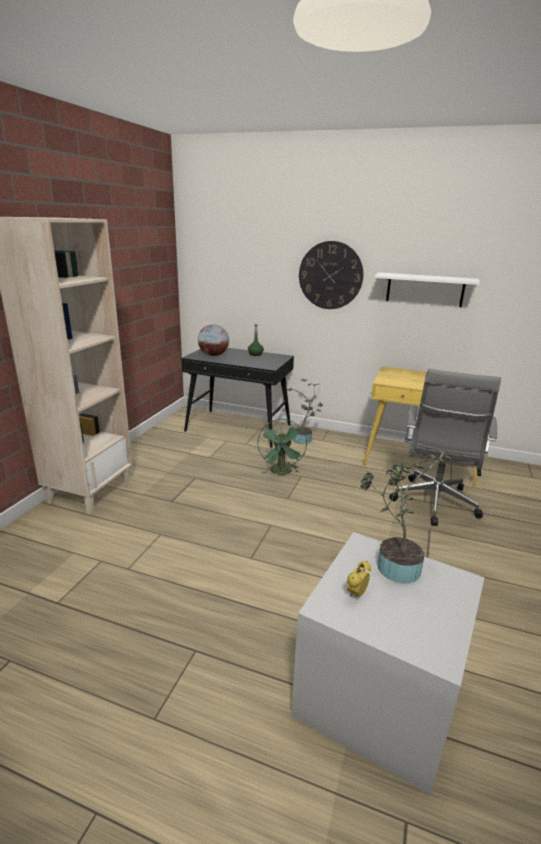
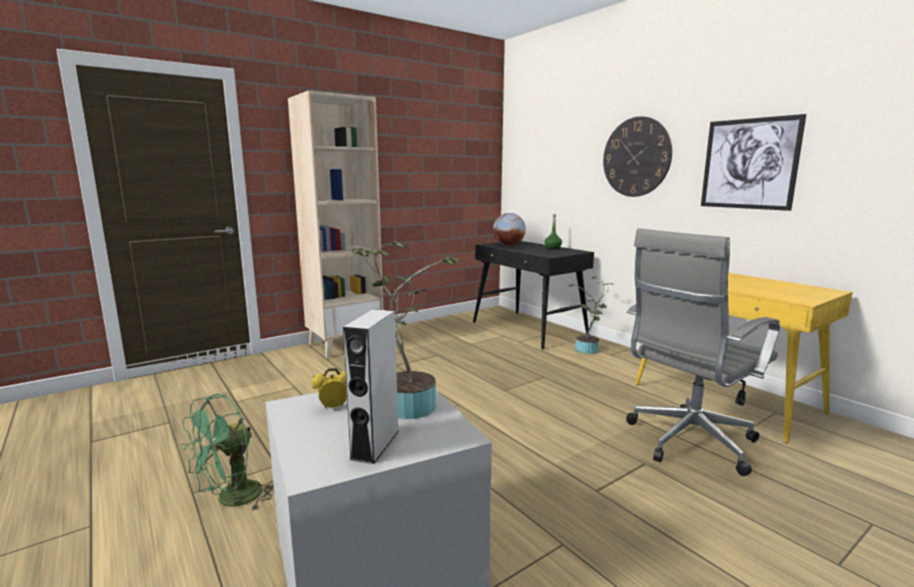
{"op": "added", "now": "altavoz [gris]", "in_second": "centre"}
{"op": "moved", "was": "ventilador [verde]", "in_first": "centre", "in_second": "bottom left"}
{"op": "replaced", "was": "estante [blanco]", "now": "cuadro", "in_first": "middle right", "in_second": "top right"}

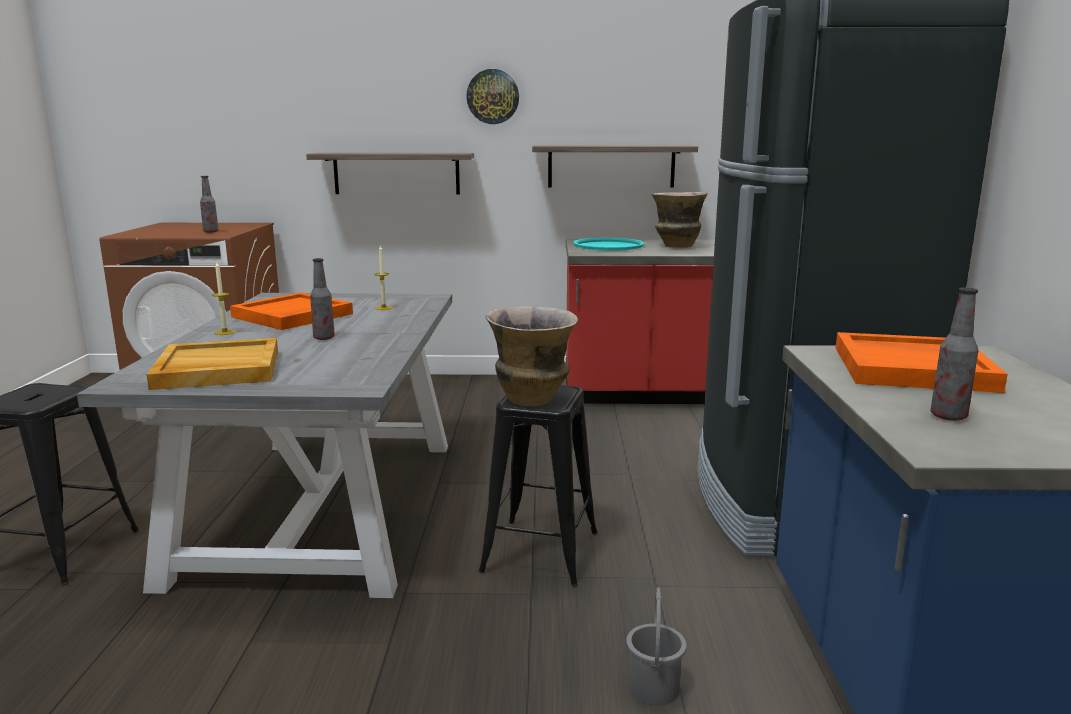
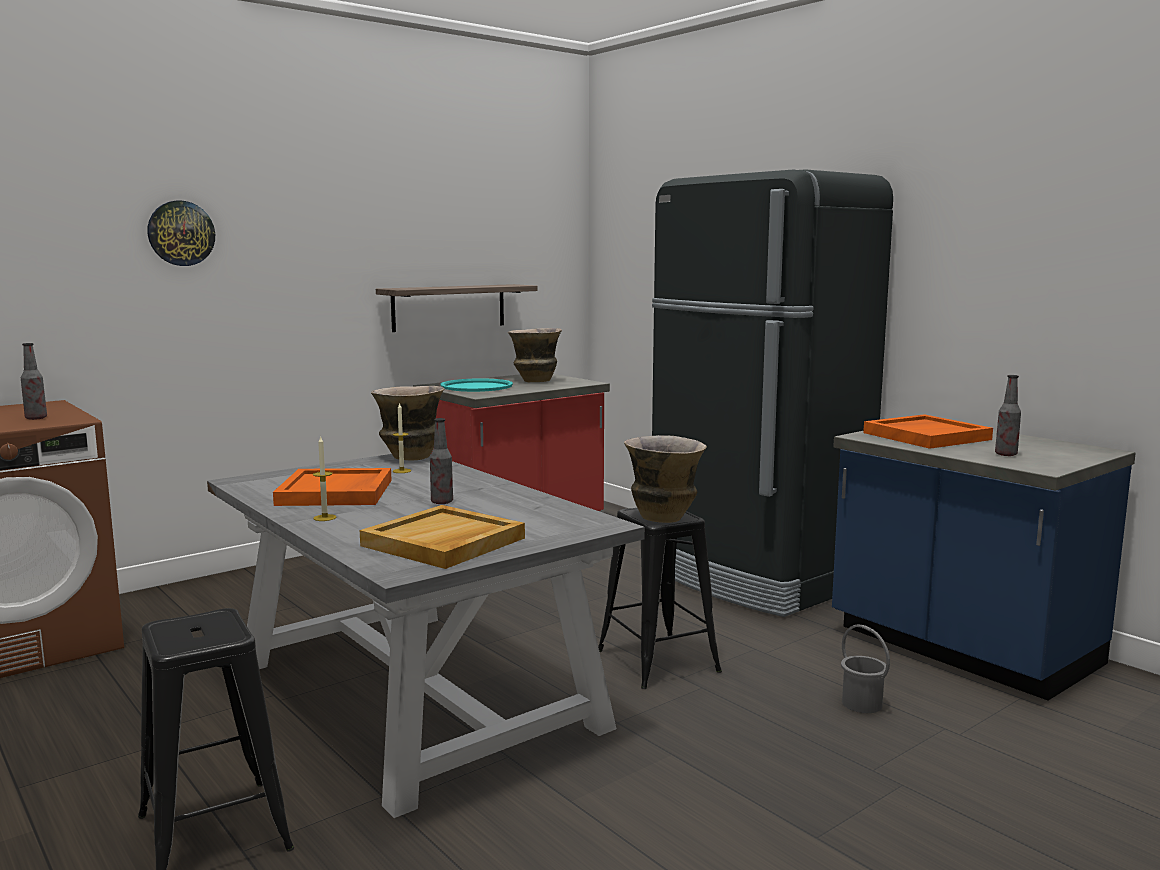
{"op": "removed", "was": "estante (1st from left)", "in_first": "top centre"}
{"op": "added", "now": "florero (1st from left)", "in_second": "centre"}
{"op": "moved", "was": "reloj de pared", "in_first": "top centre", "in_second": "top left"}

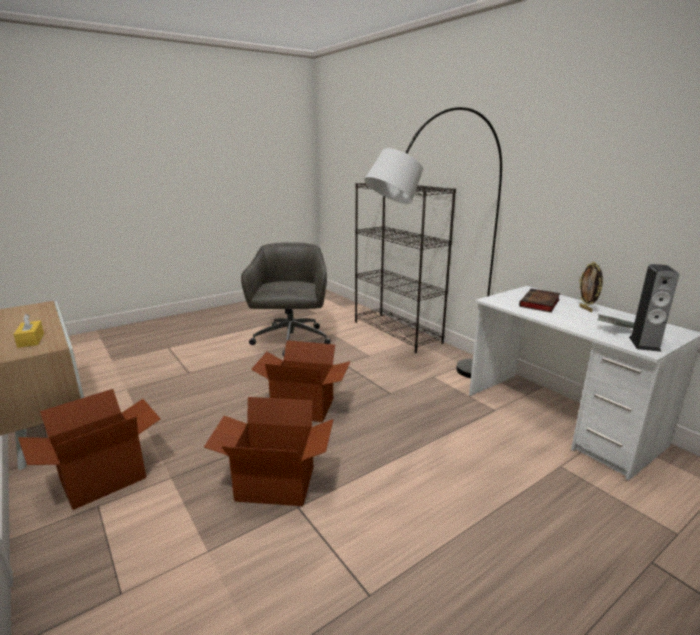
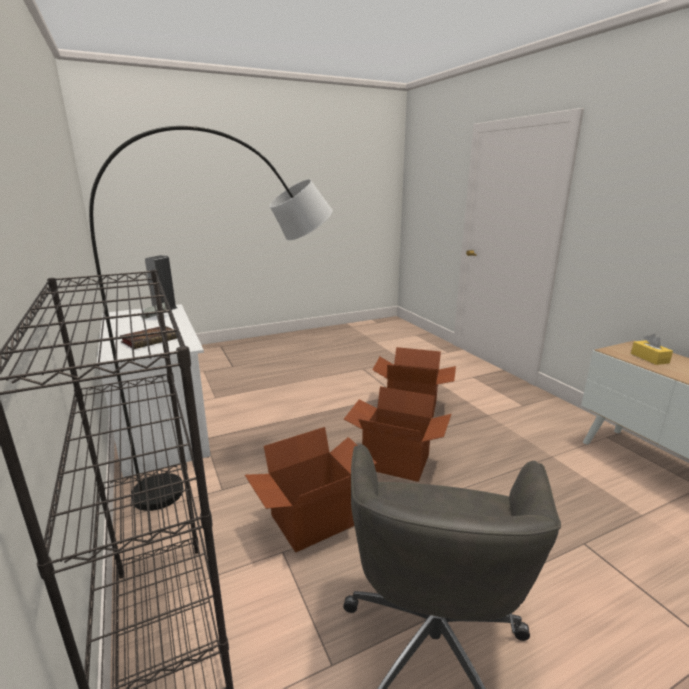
{"op": "removed", "was": "portarretratos", "in_first": "middle right"}
{"op": "moved", "was": "caja de cartón (1st from left)", "in_first": "bottom left", "in_second": "bottom centre"}

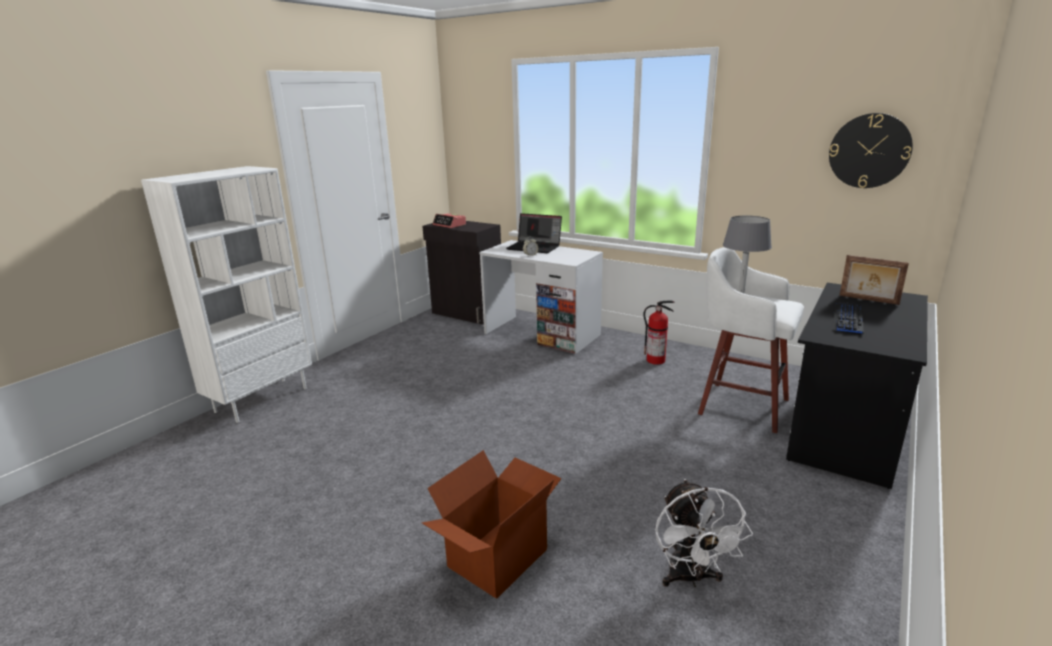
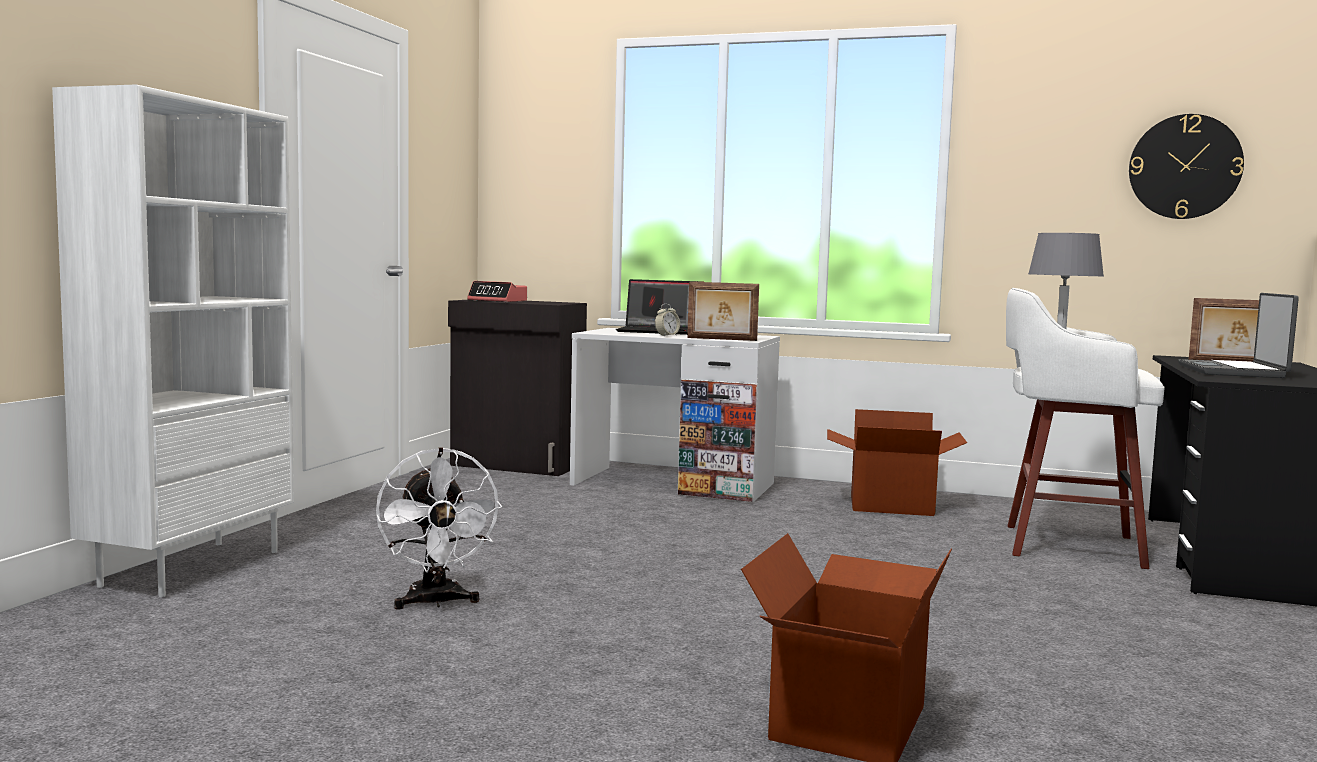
{"op": "added", "now": "portarretratos (1st from left)", "in_second": "centre"}
{"op": "moved", "was": "ventilador [blanco]", "in_first": "bottom right", "in_second": "bottom centre"}
{"op": "replaced", "was": "extintor", "now": "caja de cartón (2nd from left)", "in_first": "centre", "in_second": "middle right"}
{"op": "replaced", "was": "teclado", "now": "portátil (2nd from left)", "in_first": "middle right", "in_second": "middle right"}

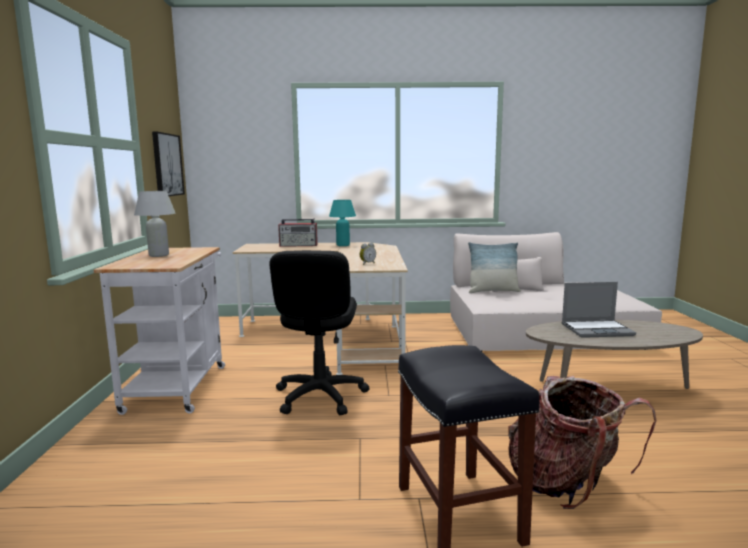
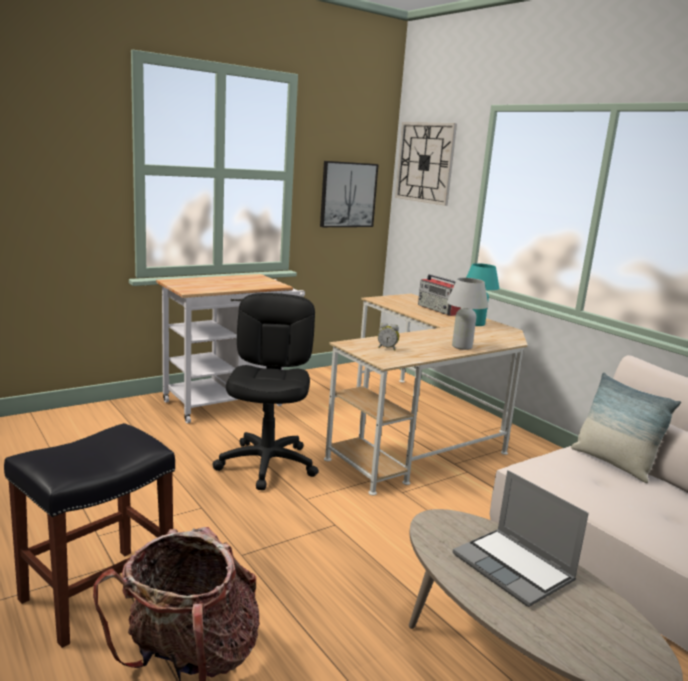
{"op": "added", "now": "reloj de pared", "in_second": "top centre"}
{"op": "moved", "was": "lámpara de mesa [blanco]", "in_first": "middle left", "in_second": "middle right"}
{"op": "turned", "was": "silla de oficina [negro]", "in_first": "centre", "in_second": "centre", "clockwise": 120}

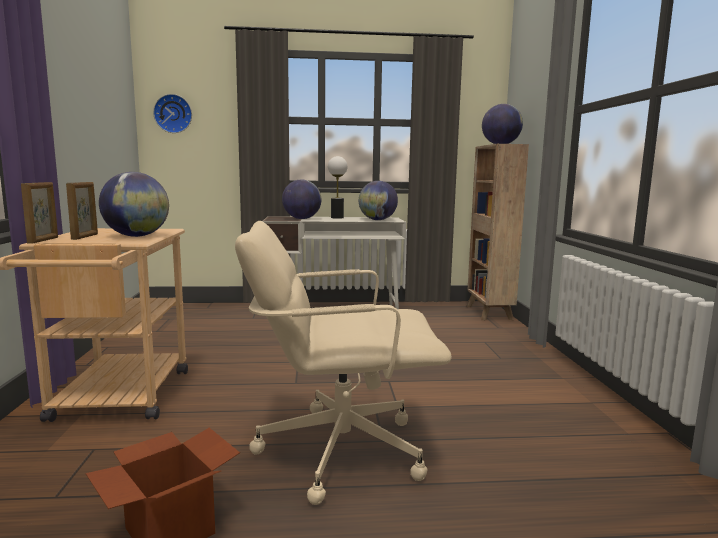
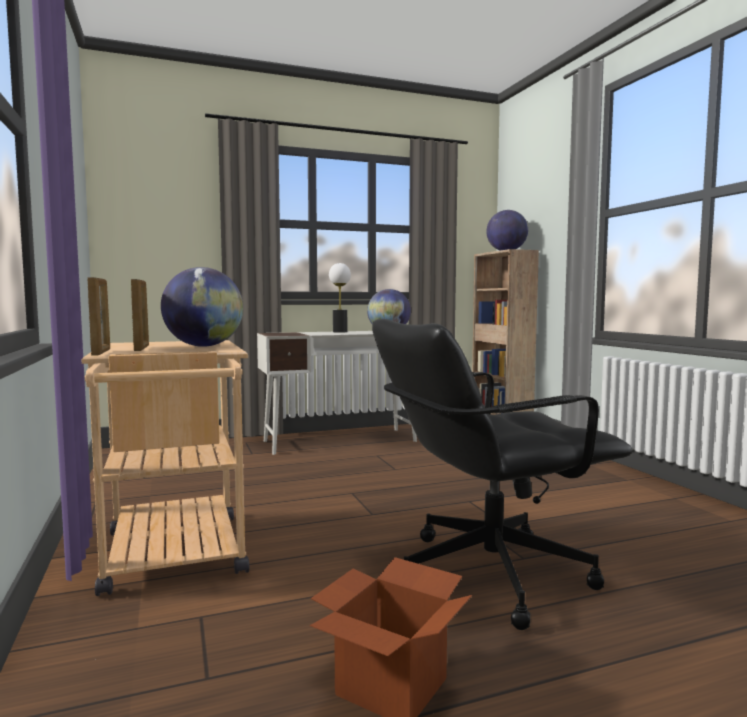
{"op": "removed", "was": "reloj de pared", "in_first": "top left"}
{"op": "removed", "was": "globo terráqueo (2nd from left)", "in_first": "centre"}
{"op": "recoloured", "was": "silla de oficina [beis]", "now": "silla de oficina [negro]", "in_first": "bottom centre", "in_second": "middle right"}

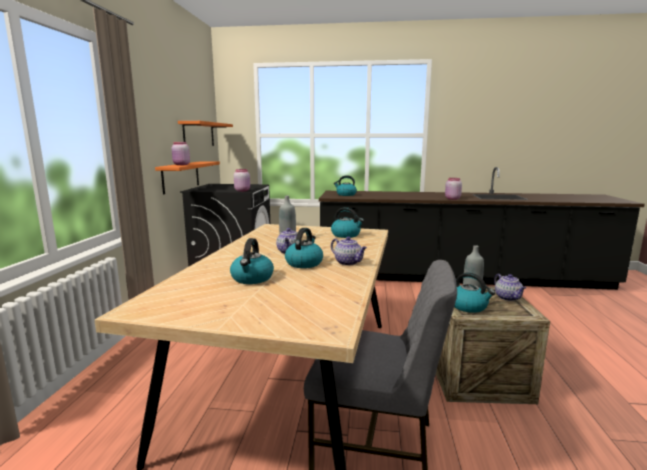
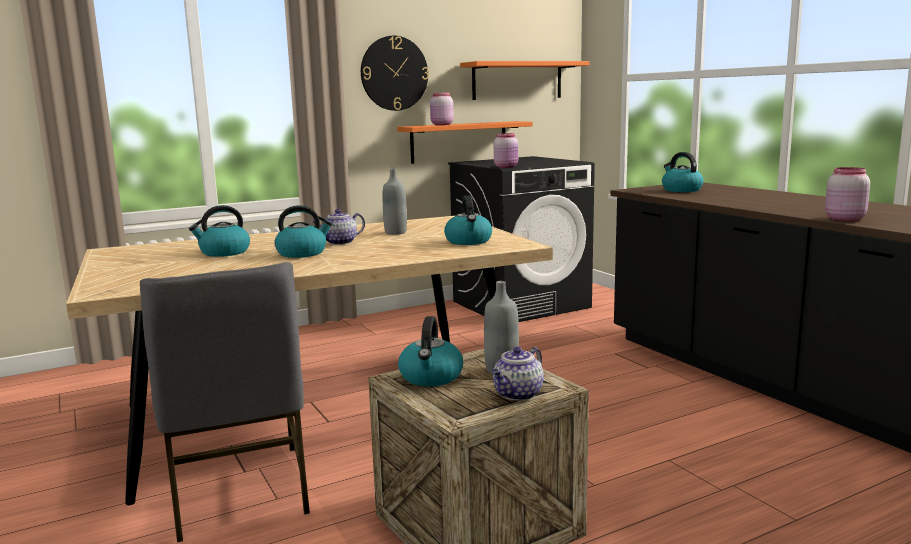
{"op": "removed", "was": "tetera (2nd from left)", "in_first": "centre"}
{"op": "added", "now": "reloj de pared", "in_second": "top centre"}

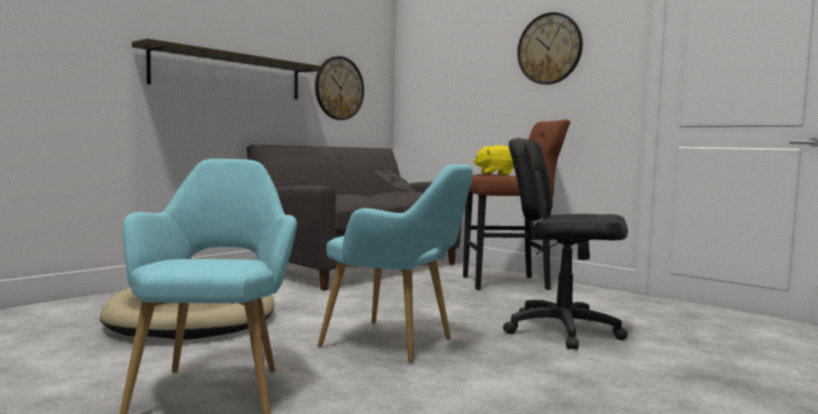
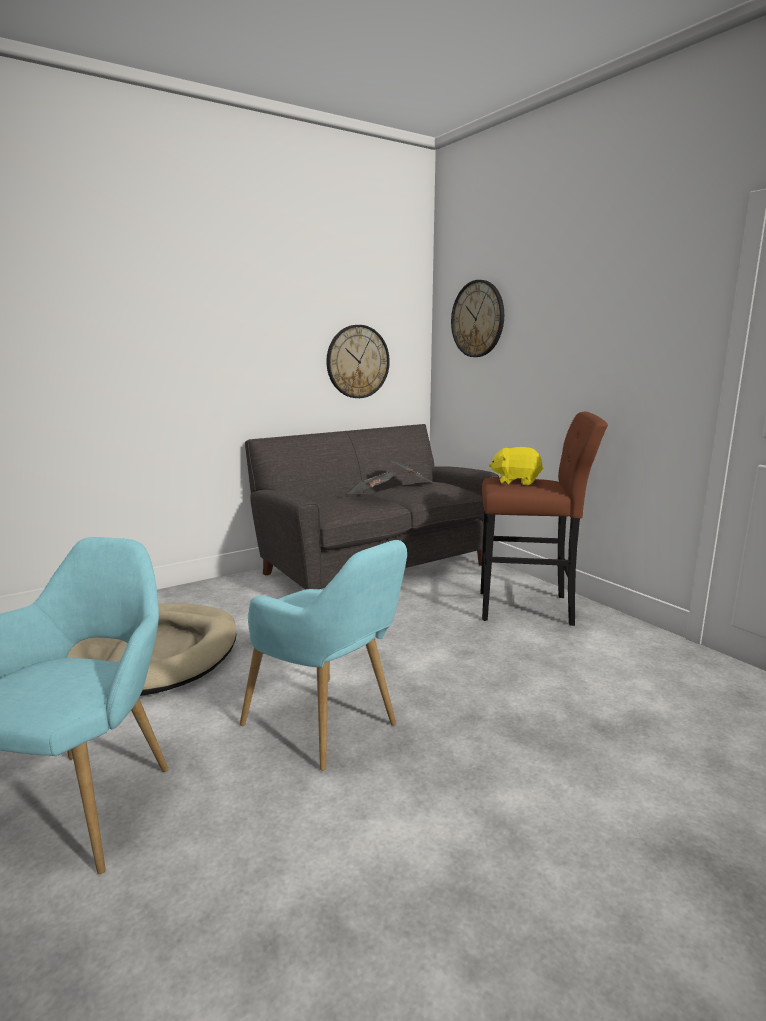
{"op": "removed", "was": "estante", "in_first": "top left"}
{"op": "removed", "was": "silla de oficina [negro]", "in_first": "middle right"}
{"op": "added", "now": "periódico (1st from left)", "in_second": "centre"}
{"op": "moved", "was": "reloj de pared (2nd from left)", "in_first": "top right", "in_second": "top centre"}

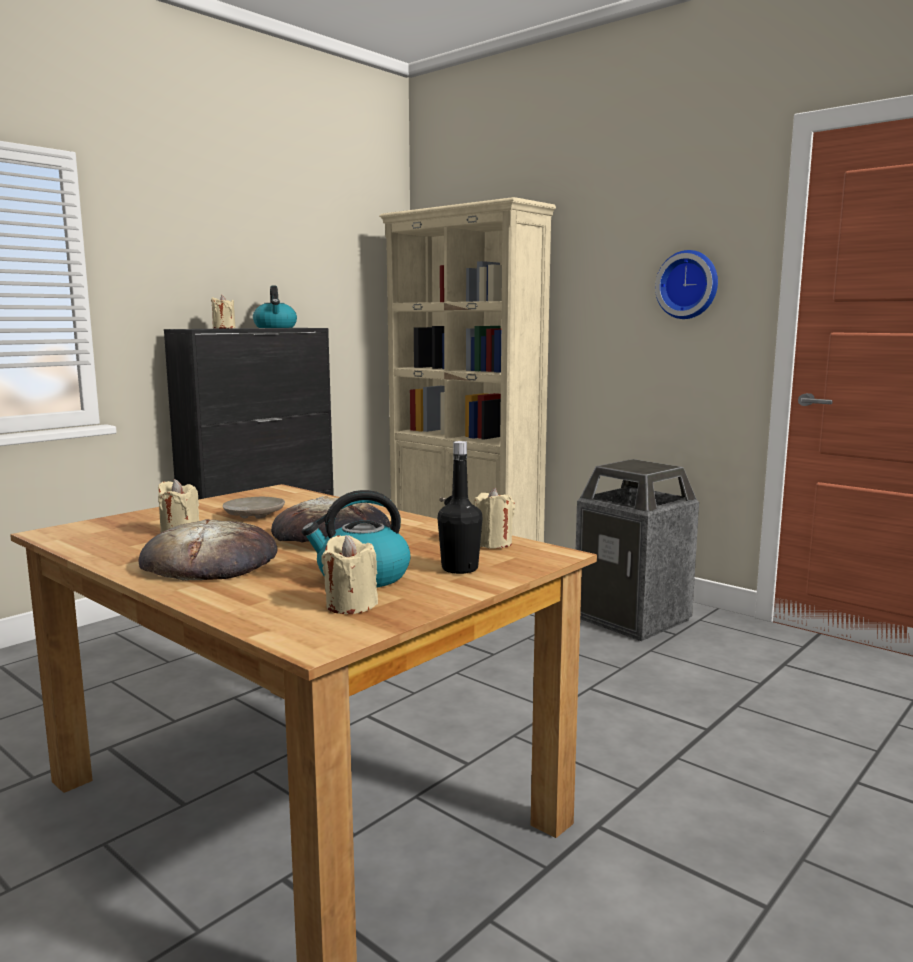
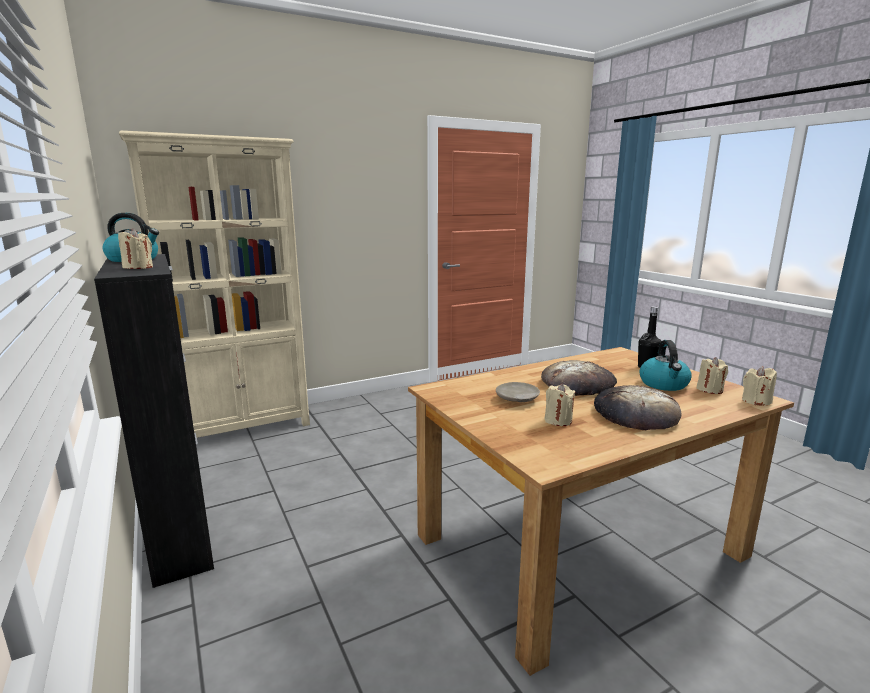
{"op": "removed", "was": "papelera", "in_first": "middle right"}
{"op": "removed", "was": "reloj de pared", "in_first": "top right"}
{"op": "moved", "was": "vela [beis] (4th from left)", "in_first": "centre", "in_second": "middle right"}

